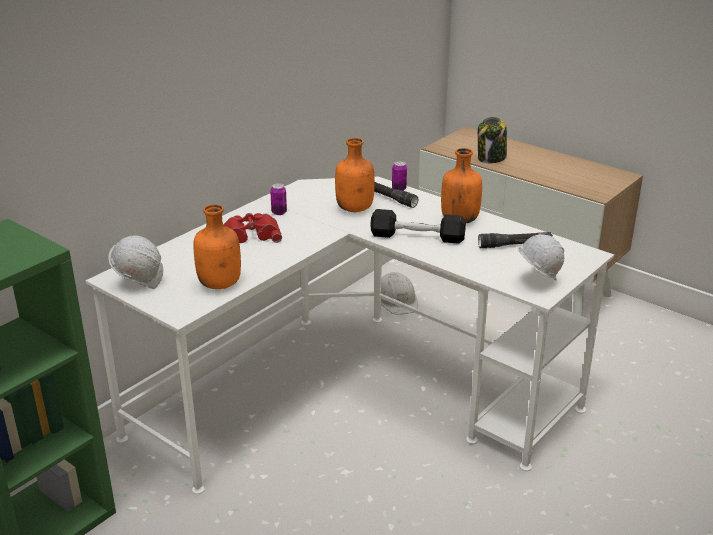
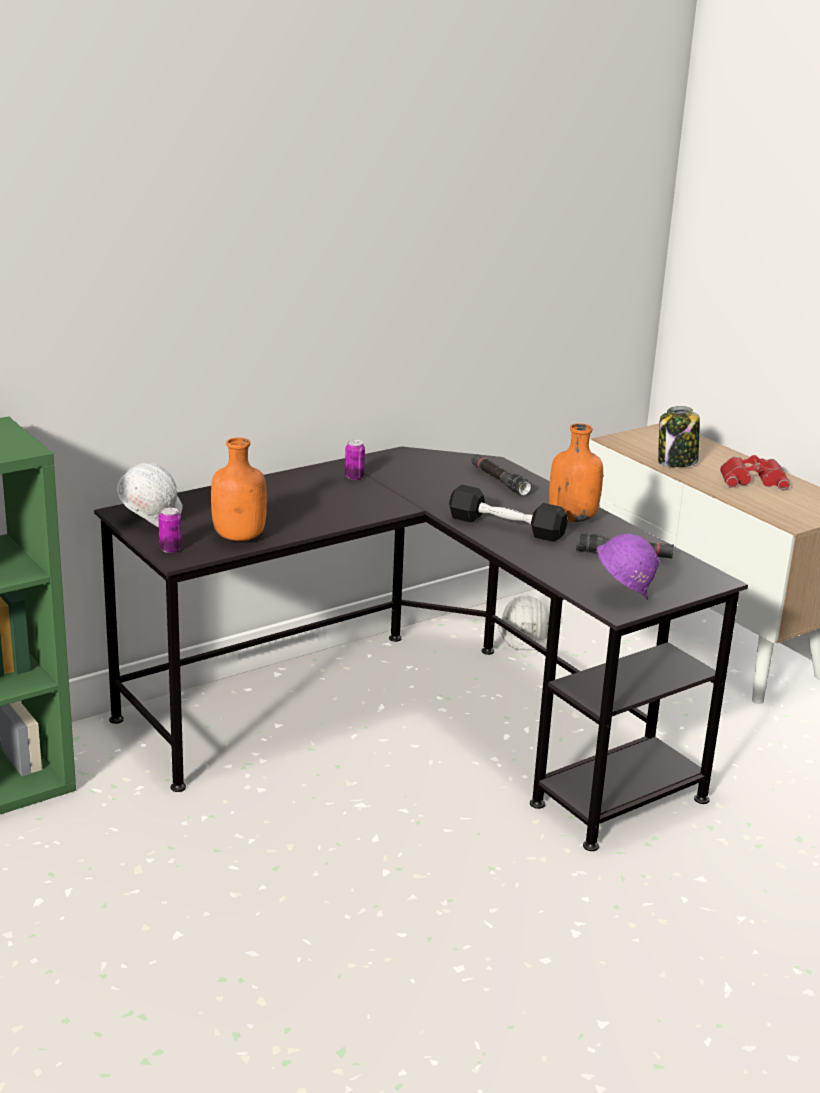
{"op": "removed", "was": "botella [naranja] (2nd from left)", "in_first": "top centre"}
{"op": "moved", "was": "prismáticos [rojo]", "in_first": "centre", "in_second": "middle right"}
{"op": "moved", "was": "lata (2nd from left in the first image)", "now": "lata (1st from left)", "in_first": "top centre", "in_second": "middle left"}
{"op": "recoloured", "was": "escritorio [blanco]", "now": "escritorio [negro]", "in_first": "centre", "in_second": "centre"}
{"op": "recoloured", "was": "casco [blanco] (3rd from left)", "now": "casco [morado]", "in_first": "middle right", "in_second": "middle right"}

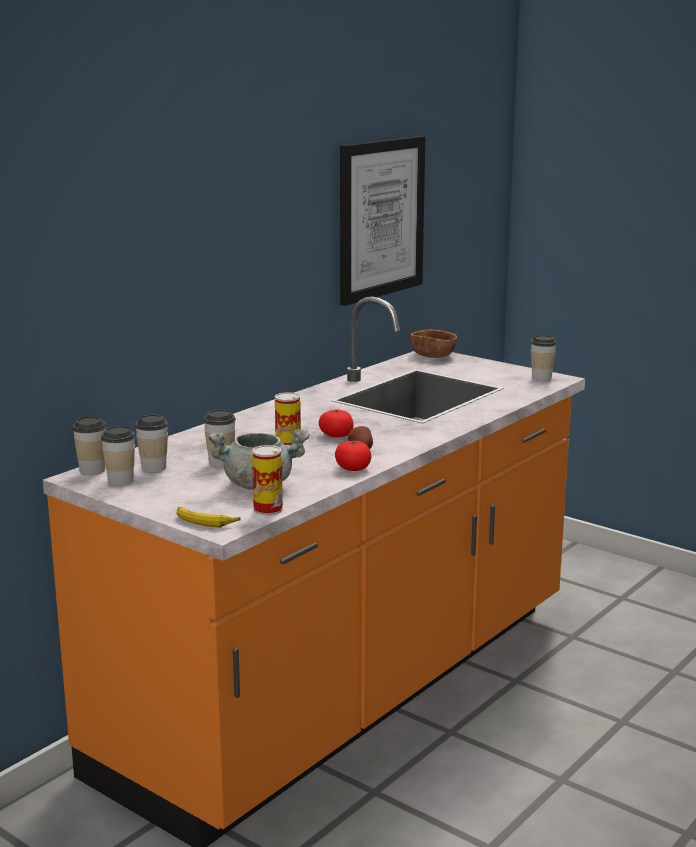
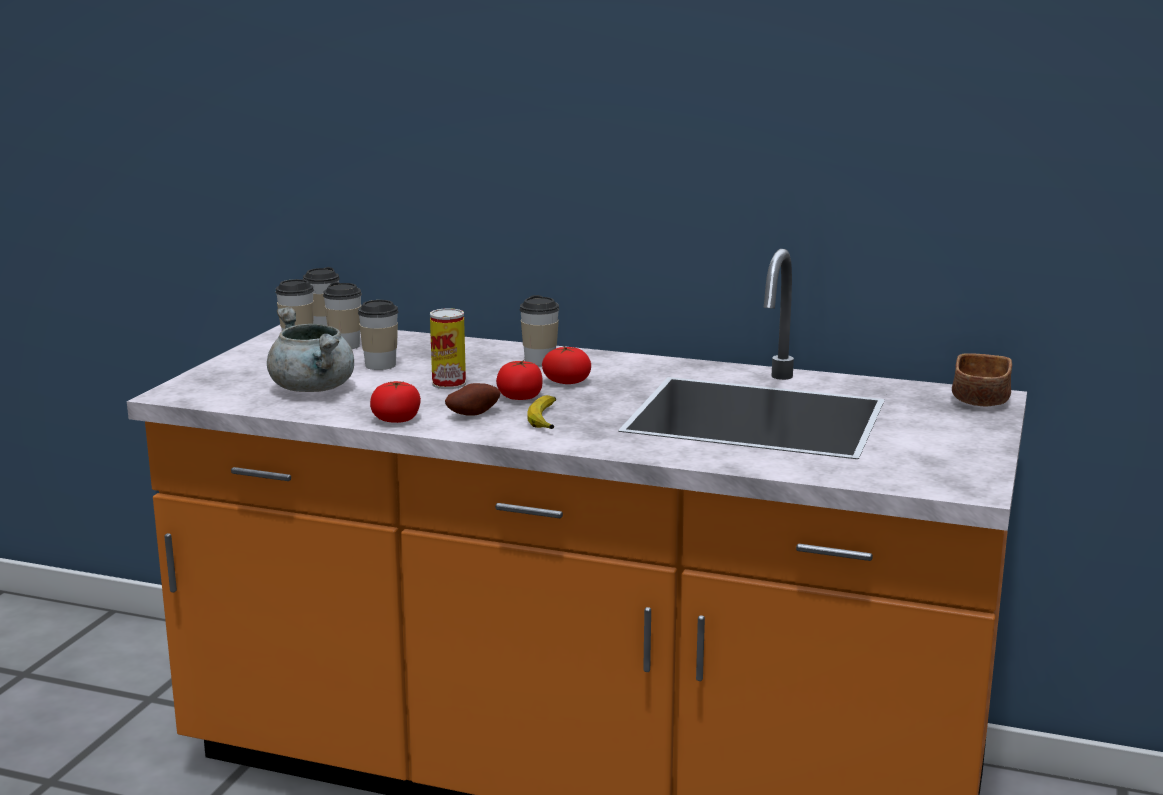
{"op": "removed", "was": "lata (1st from left)", "in_first": "centre"}
{"op": "removed", "was": "cuadro", "in_first": "top centre"}
{"op": "added", "now": "tomate (3rd from left)", "in_second": "centre"}
{"op": "moved", "was": "plátano", "in_first": "middle left", "in_second": "centre"}
{"op": "moved", "was": "taza (5th from left)", "in_first": "middle right", "in_second": "centre"}

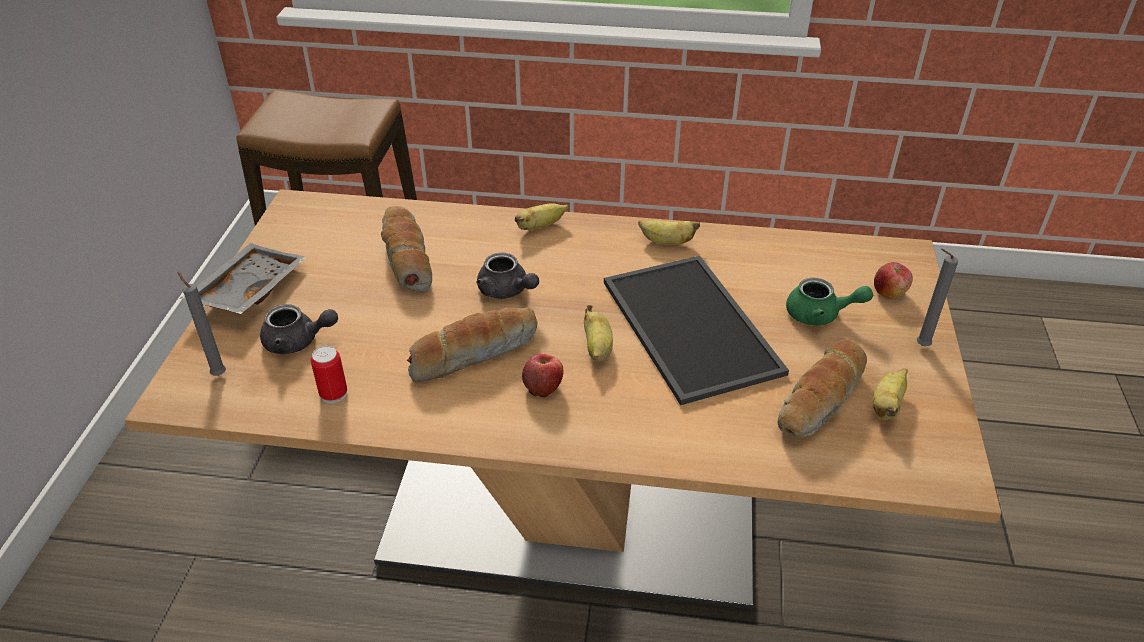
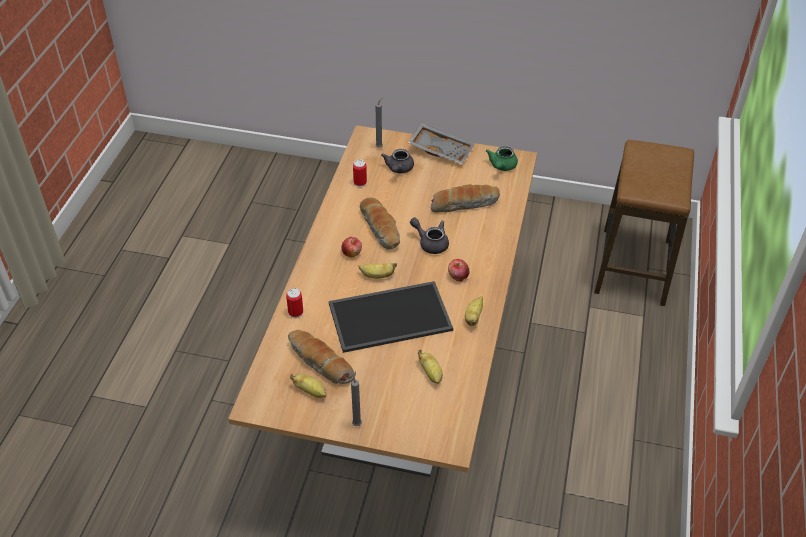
{"op": "added", "now": "lata (1st from left)", "in_second": "centre"}
{"op": "moved", "was": "plátano (1st from left in the first image)", "now": "plátano (3rd from left)", "in_first": "centre", "in_second": "bottom centre"}
{"op": "moved", "was": "tetera [verde]", "in_first": "middle right", "in_second": "top centre"}
{"op": "moved", "was": "manzana (2nd from left)", "in_first": "middle right", "in_second": "centre"}
{"op": "turned", "was": "tetera [gris] (2nd from left)", "in_first": "centre", "in_second": "centre", "clockwise": 75}

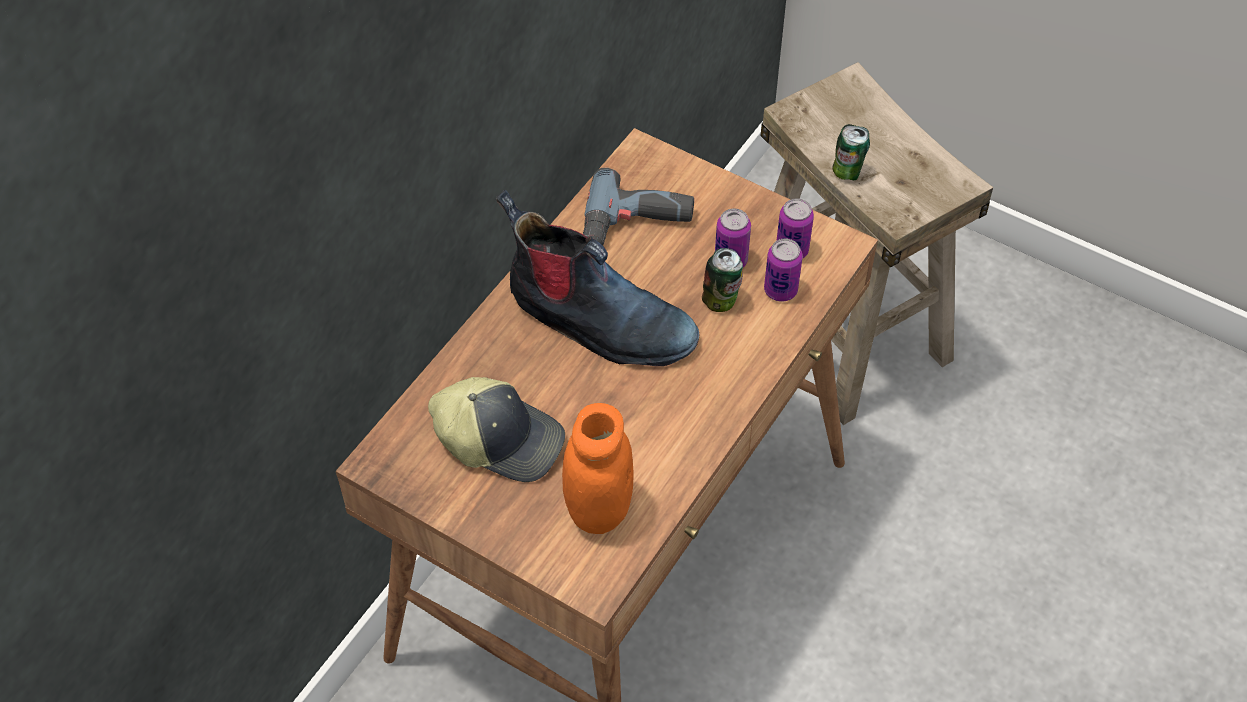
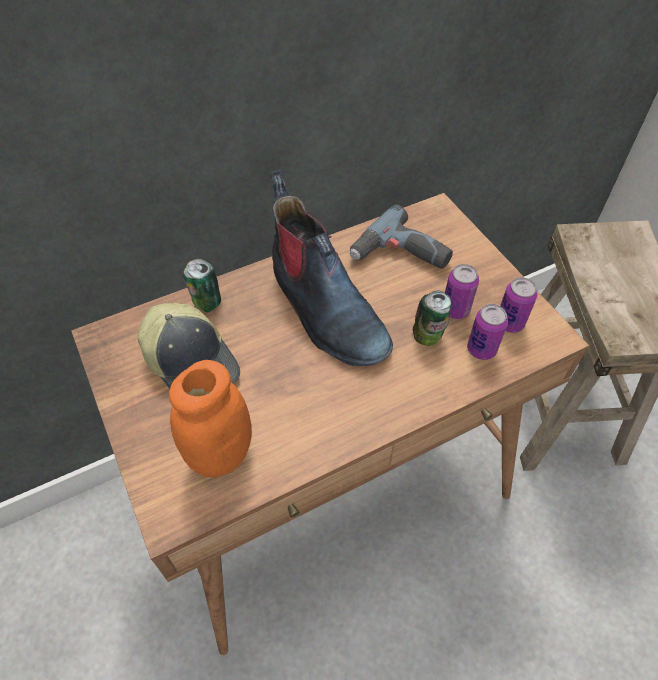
{"op": "moved", "was": "lata (5th from left in the first image)", "now": "lata (1st from left)", "in_first": "top right", "in_second": "middle left"}

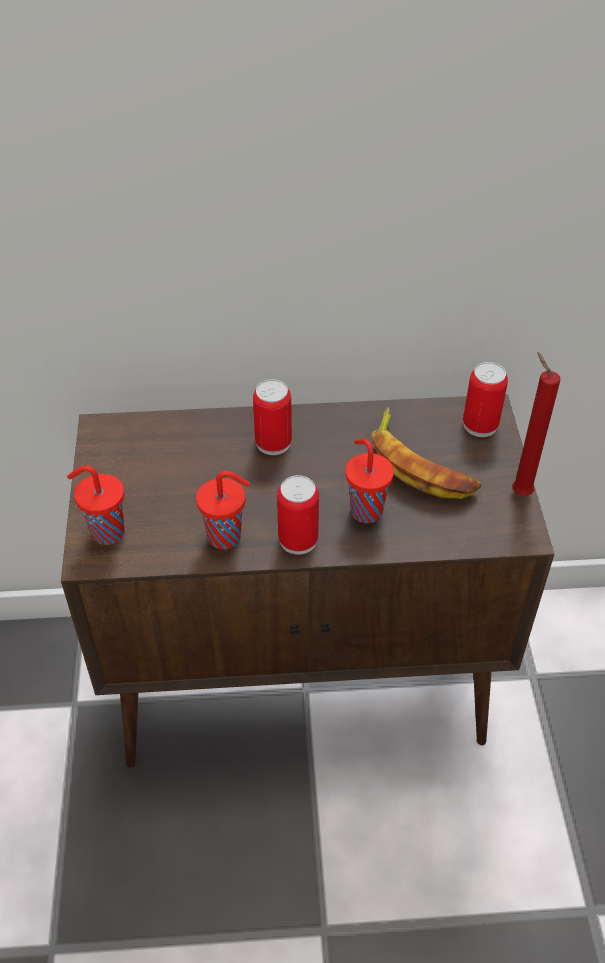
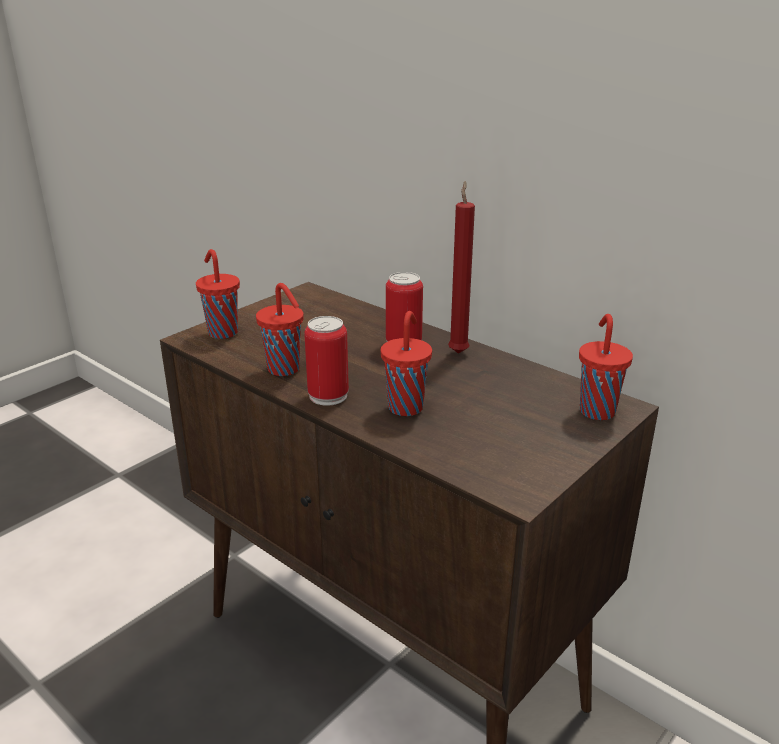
{"op": "removed", "was": "plátano", "in_first": "middle right"}
{"op": "moved", "was": "vela [rojo]", "in_first": "middle right", "in_second": "centre"}
{"op": "replaced", "was": "lata (3rd from left)", "now": "taza [rojo] (4th from left)", "in_first": "middle right", "in_second": "middle right"}

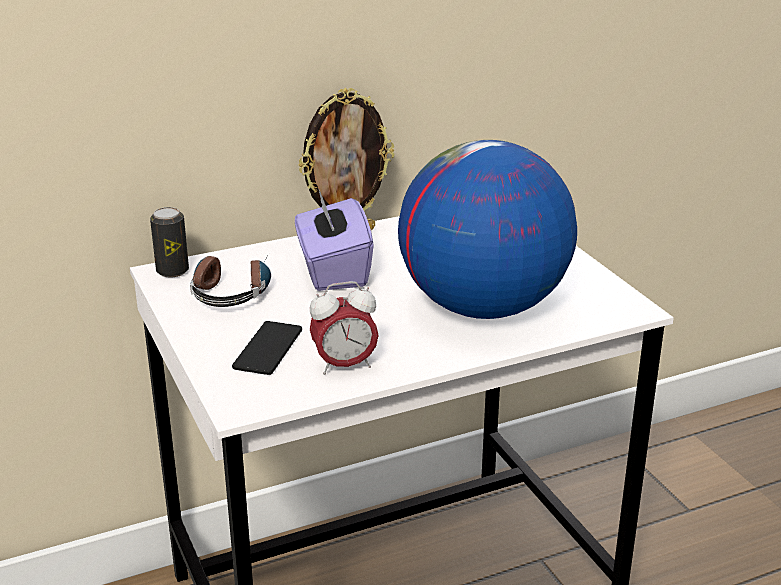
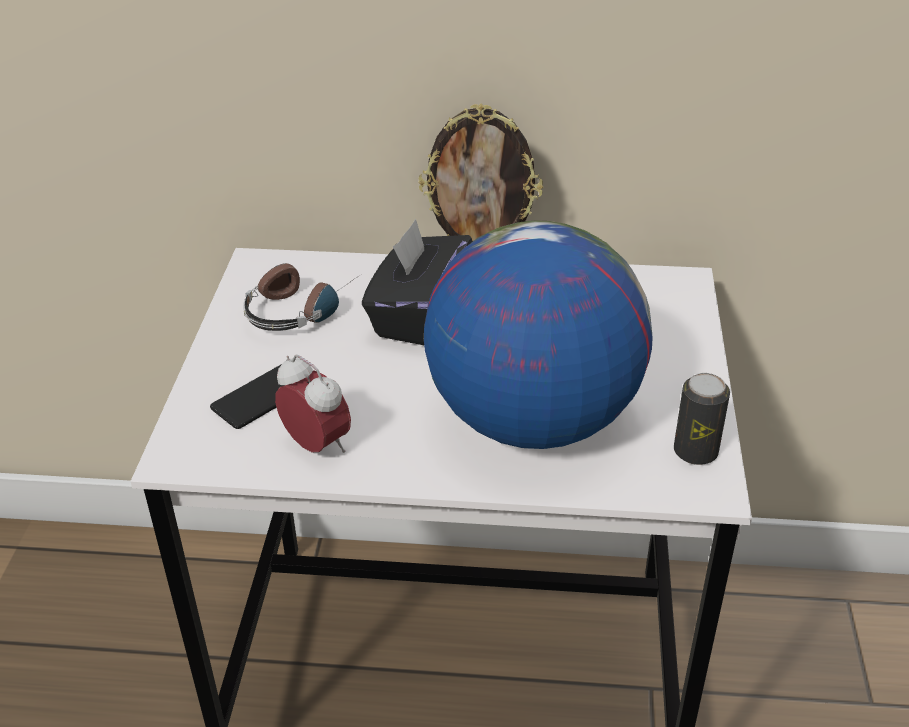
{"op": "moved", "was": "lata", "in_first": "middle left", "in_second": "middle right"}
{"op": "recoloured", "was": "caja de pañuelos [morado]", "now": "caja de pañuelos [negro]", "in_first": "centre", "in_second": "centre"}
{"op": "turned", "was": "despertador", "in_first": "centre", "in_second": "centre", "clockwise": -150}

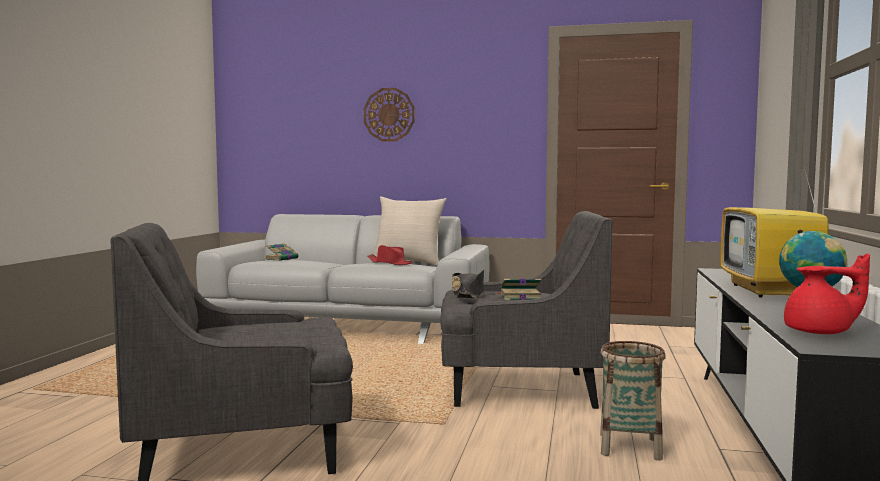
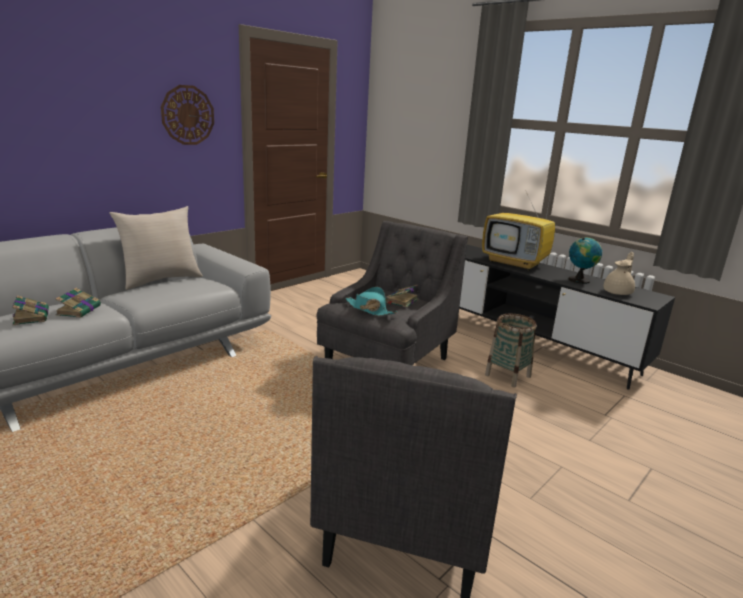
{"op": "removed", "was": "sombrero [rojo]", "in_first": "centre"}
{"op": "added", "now": "libro (2nd from left)", "in_second": "middle left"}
{"op": "moved", "was": "reloj de pared", "in_first": "top centre", "in_second": "top left"}
{"op": "recoloured", "was": "sombrero [negro]", "now": "sombrero [turquesa]", "in_first": "centre", "in_second": "centre"}
{"op": "recoloured", "was": "tetera [rojo]", "now": "tetera [beis]", "in_first": "middle right", "in_second": "middle right"}

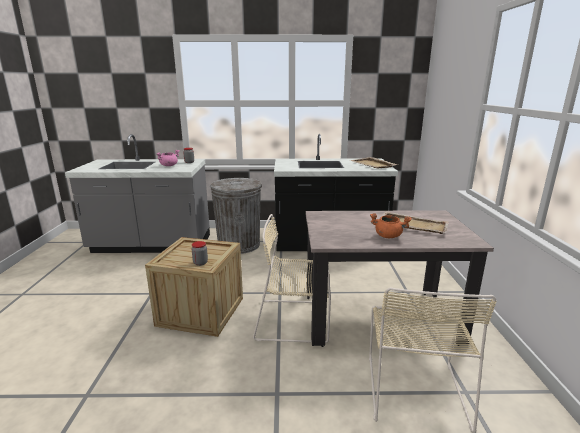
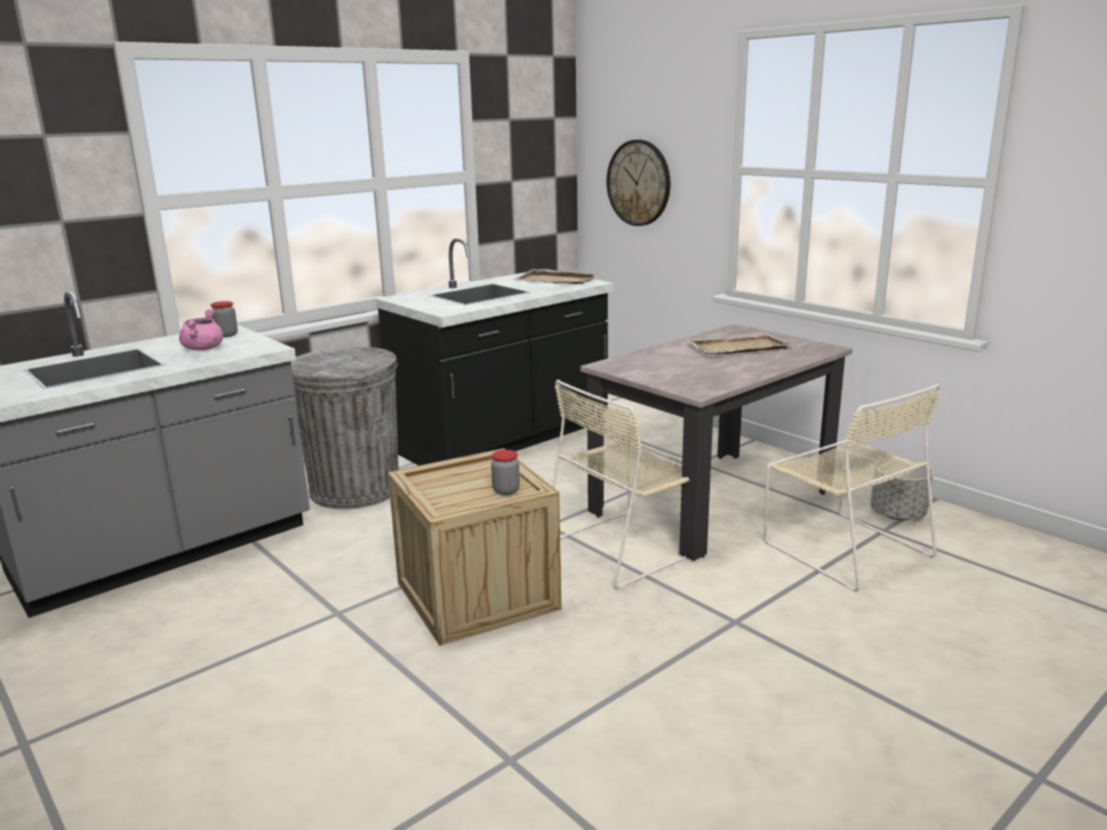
{"op": "removed", "was": "olla [naranja]", "in_first": "middle right"}
{"op": "added", "now": "reloj de pared", "in_second": "top centre"}
{"op": "added", "now": "maceta [gris]", "in_second": "middle right"}

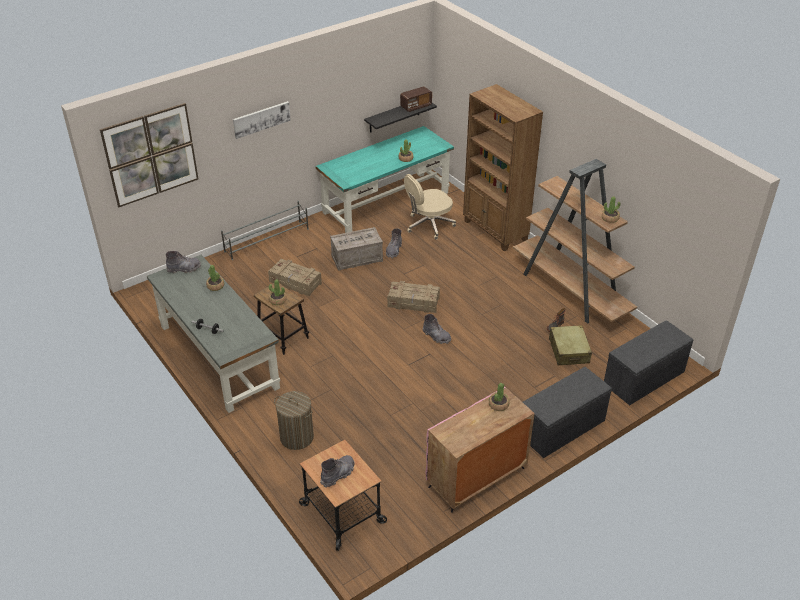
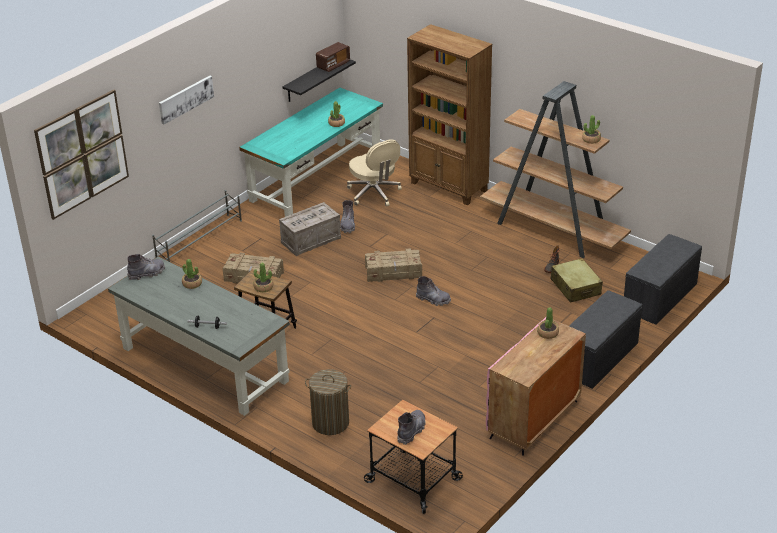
{"op": "turned", "was": "silla de oficina [beis]", "in_first": "centre", "in_second": "top centre", "clockwise": -75}

